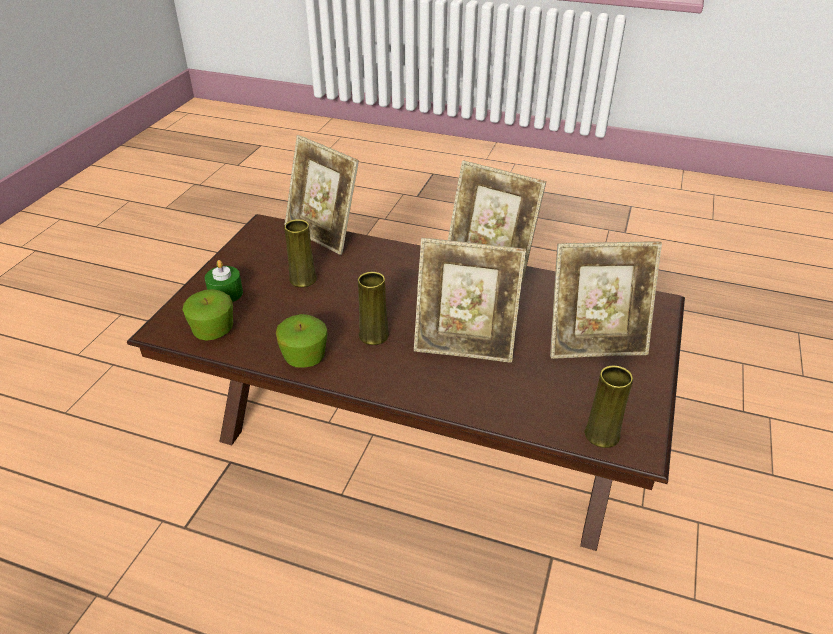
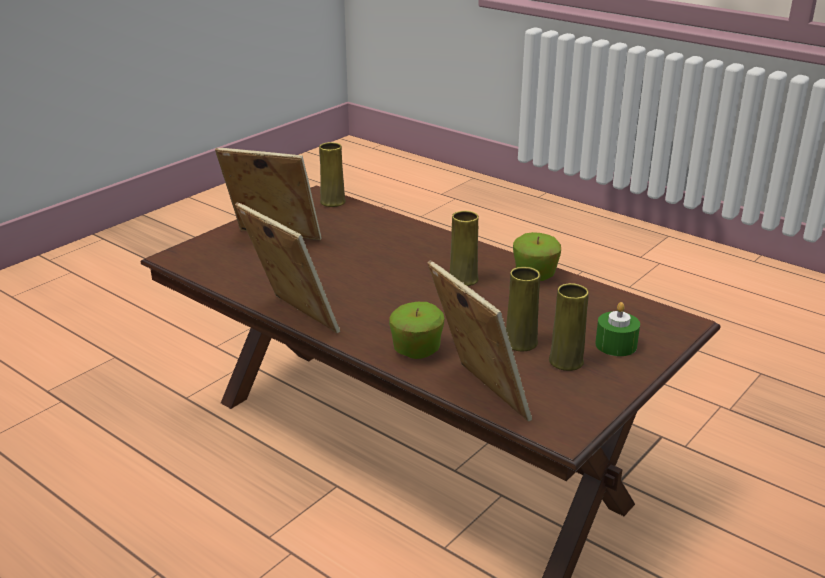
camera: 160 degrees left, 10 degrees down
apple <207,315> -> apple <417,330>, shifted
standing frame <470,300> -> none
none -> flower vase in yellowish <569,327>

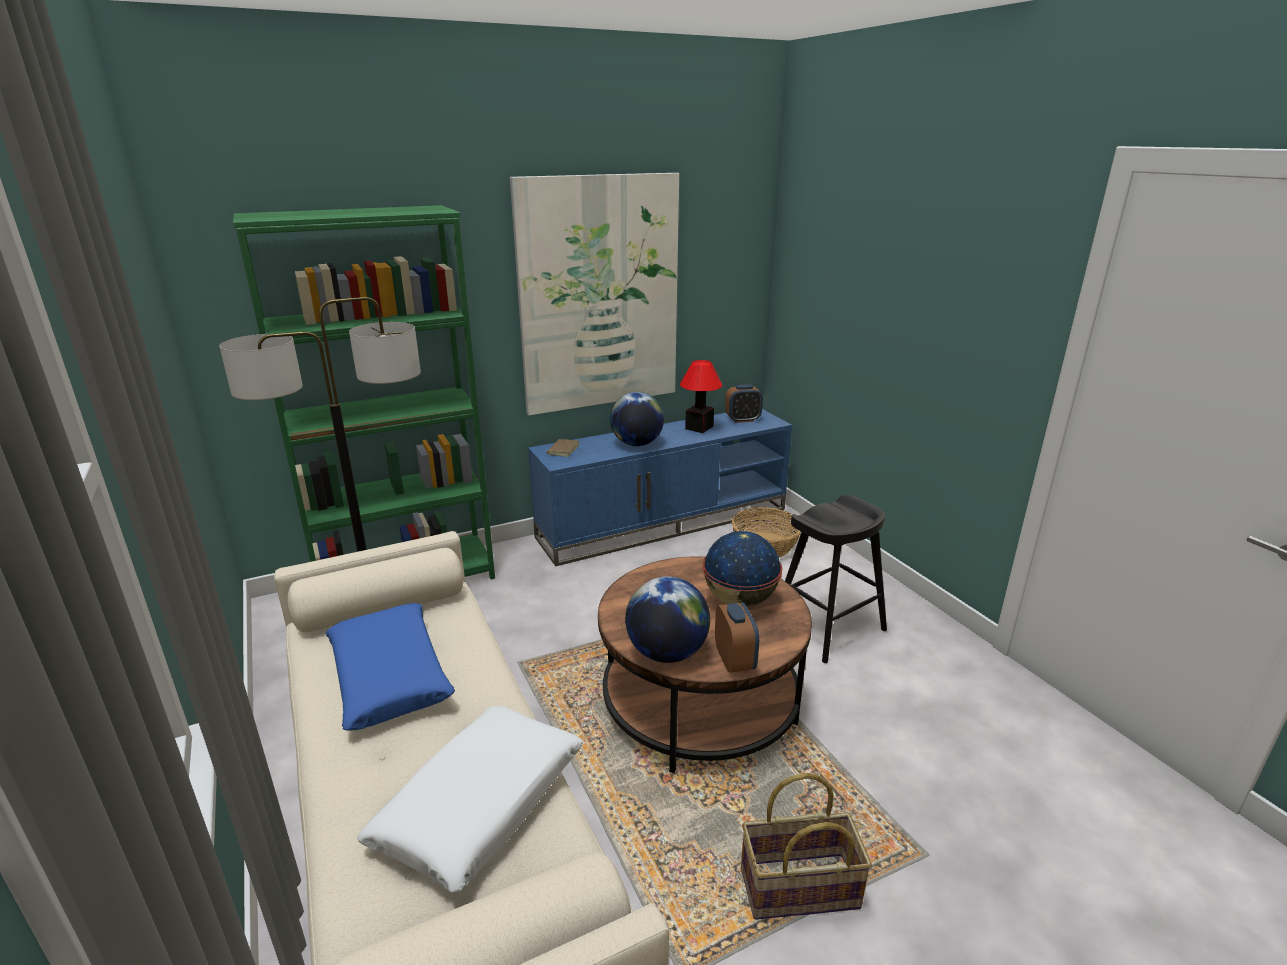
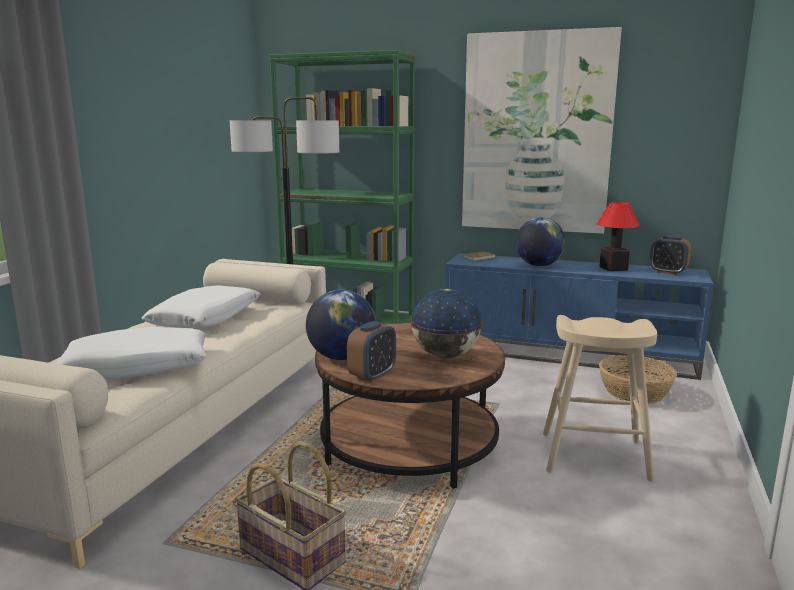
camera: 45 degrees right, 10 degrees down
cushion in blue <390,667> -> cushion in white-coloured <201,306>
sitting stool in black <836,579> -> sitting stool in beige-coloured <600,398>

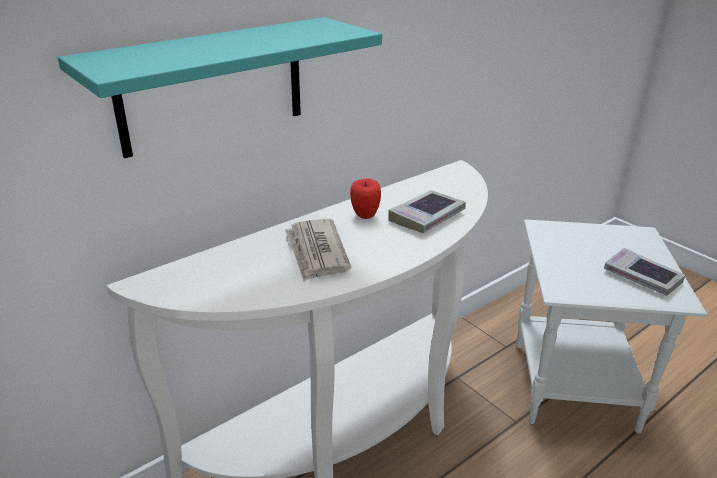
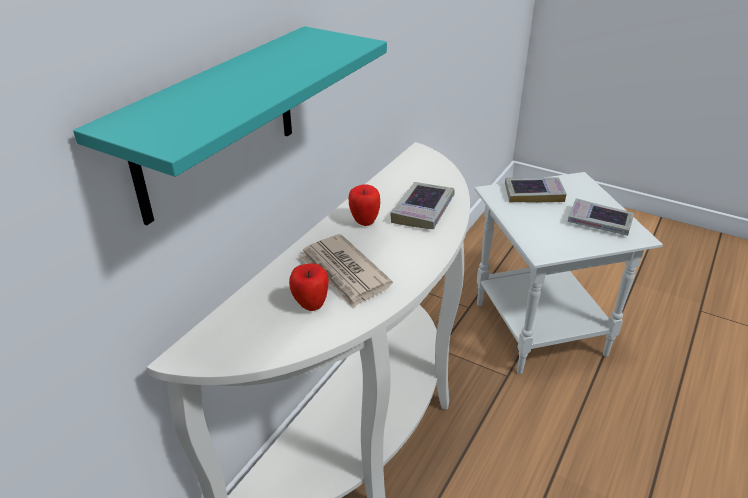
camera: 20 degrees left, 5 degrees up
none -> apple <309,287>
none -> book <536,190>

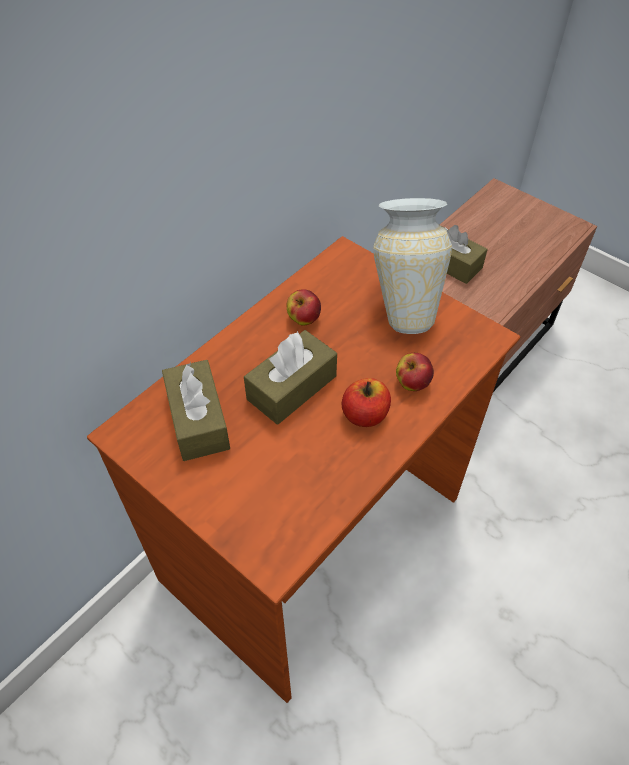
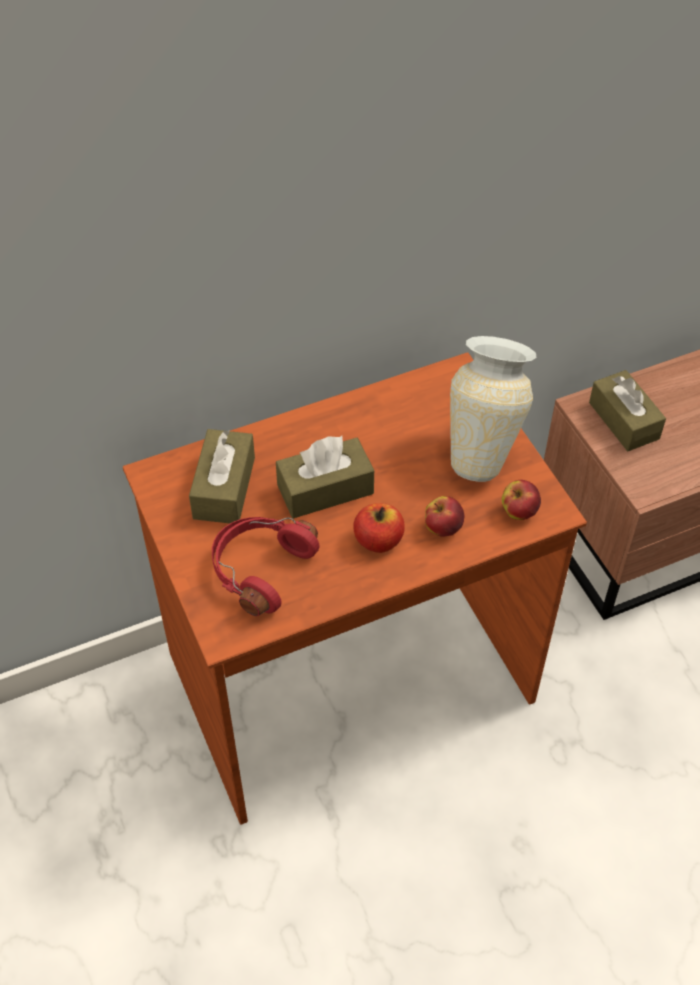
camera: 25 degrees right, 0 degrees up
apple <304,307> -> apple <521,500>, shifted
none -> headset in red <265,566>

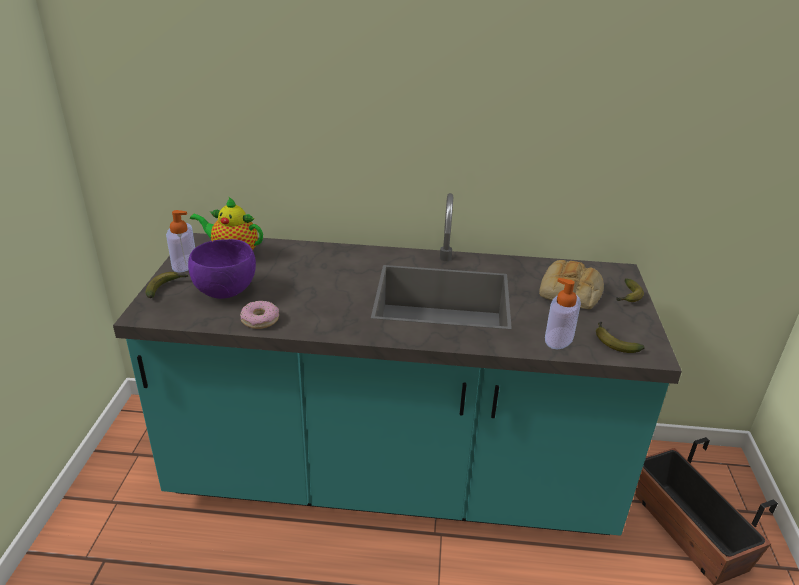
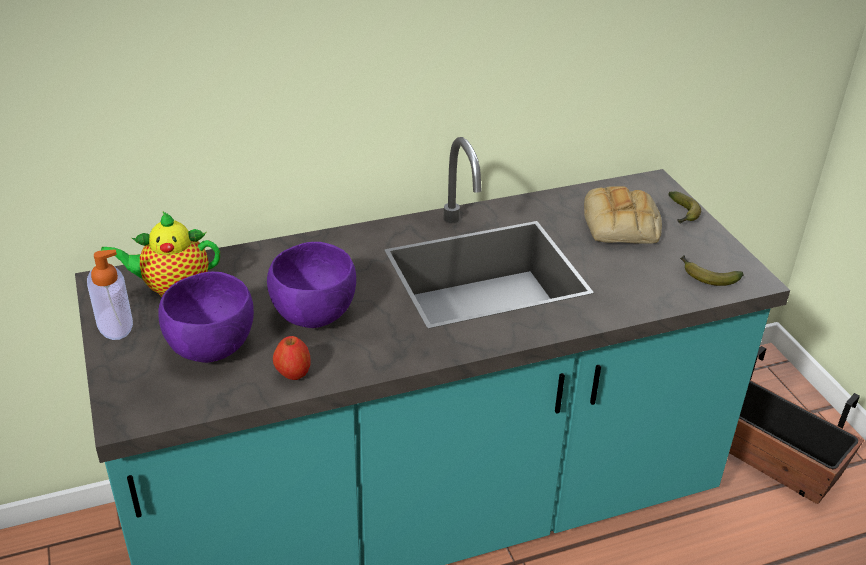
camera: 25 degrees left, 5 degrees up
whole banana <166,285> -> none
doughnut <259,315> -> apple <291,358>
liquid soap bottle <563,313> -> none
none -> serving bowl in purple-coloured <311,285>

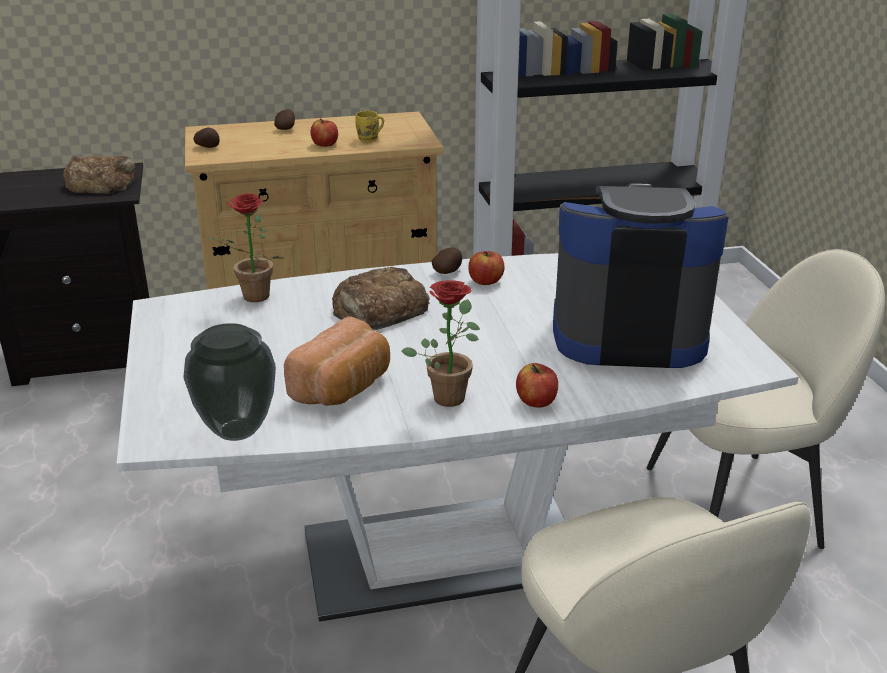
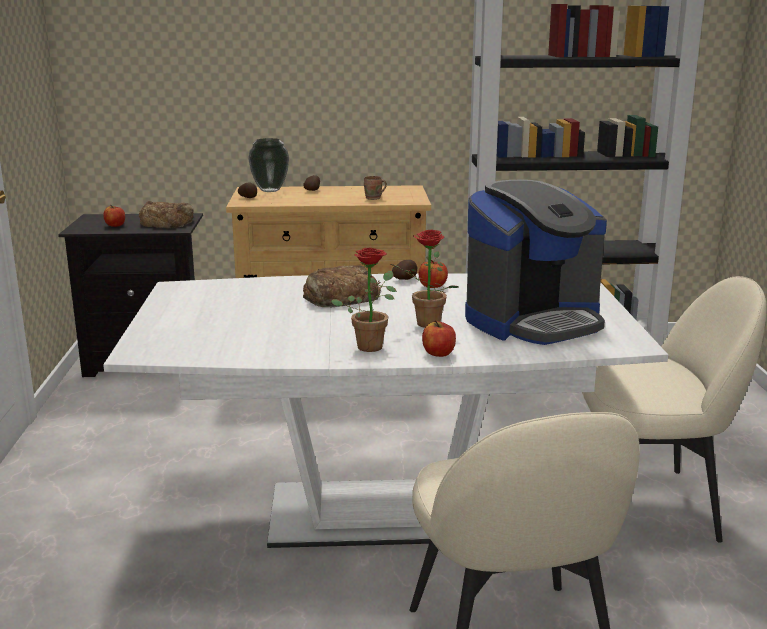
camera: 10 degrees right, 10 degrees down
flower vase <230,382> -> flower vase <268,165>, shifted
potted plant <243,247> -> potted plant <425,279>, shifted
baked bread <337,361> -> none
apple <324,133> -> apple <114,216>, shifted
tea mug in yellowish <369,126> -> tea mug in brownish <375,188>
coffee machine <641,275> -> coffee machine <536,262>, 135 degrees clockwise

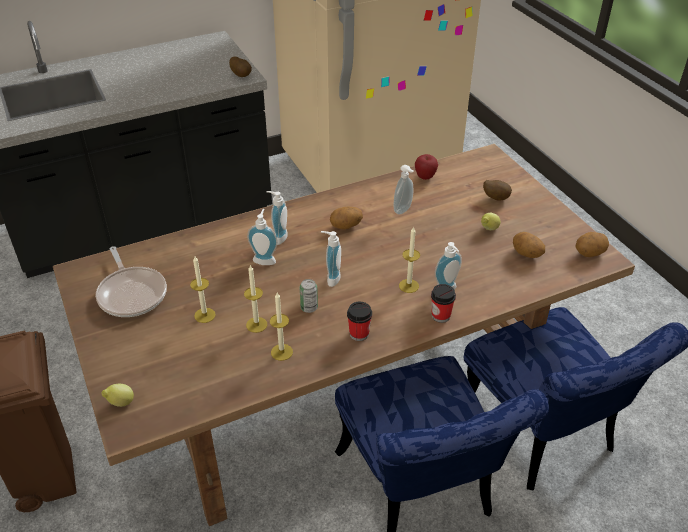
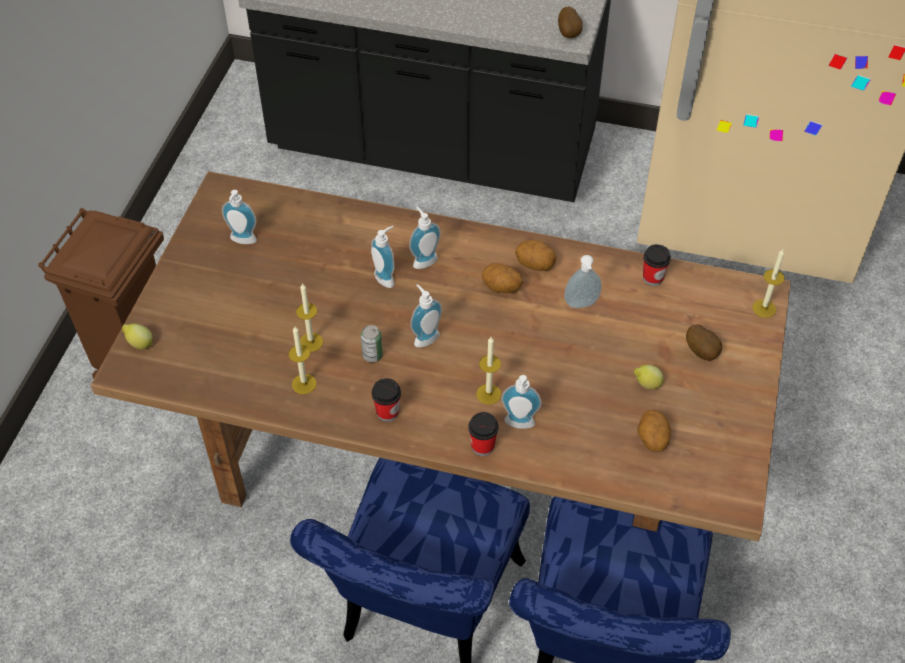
camera: 40 degrees right, 10 degrees up
frying pan <131,281> -> liquid soap bottle <239,217>
candle <203,289> -> candle <768,283>, shifted
apple <426,167> -> cup <657,265>
spud <592,244> -> spud <536,255>, shifted

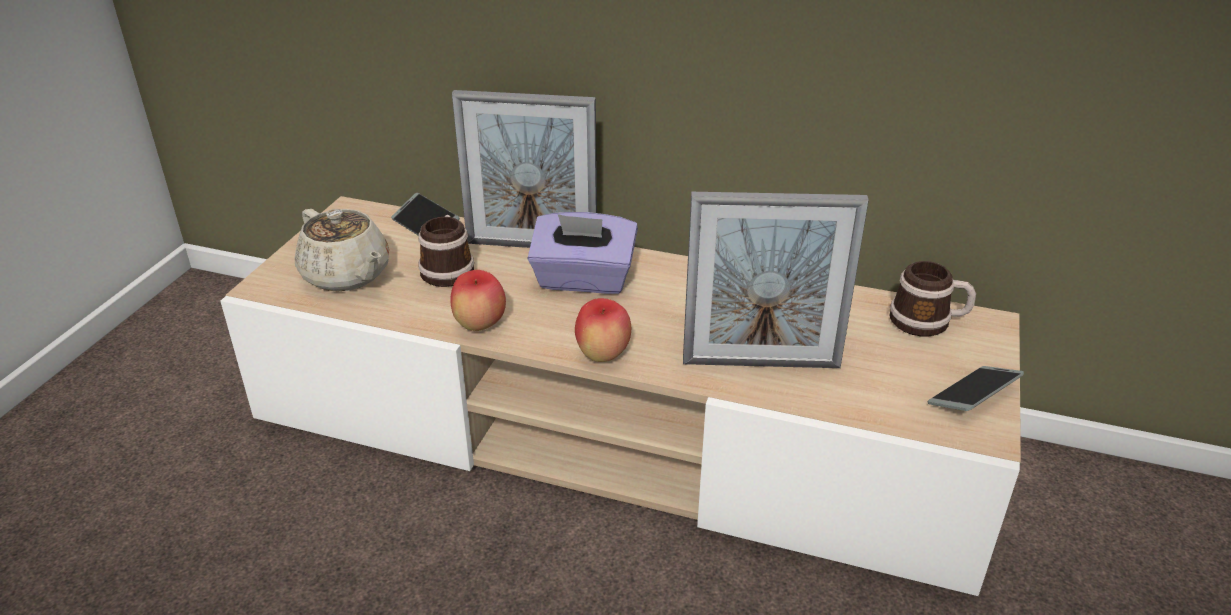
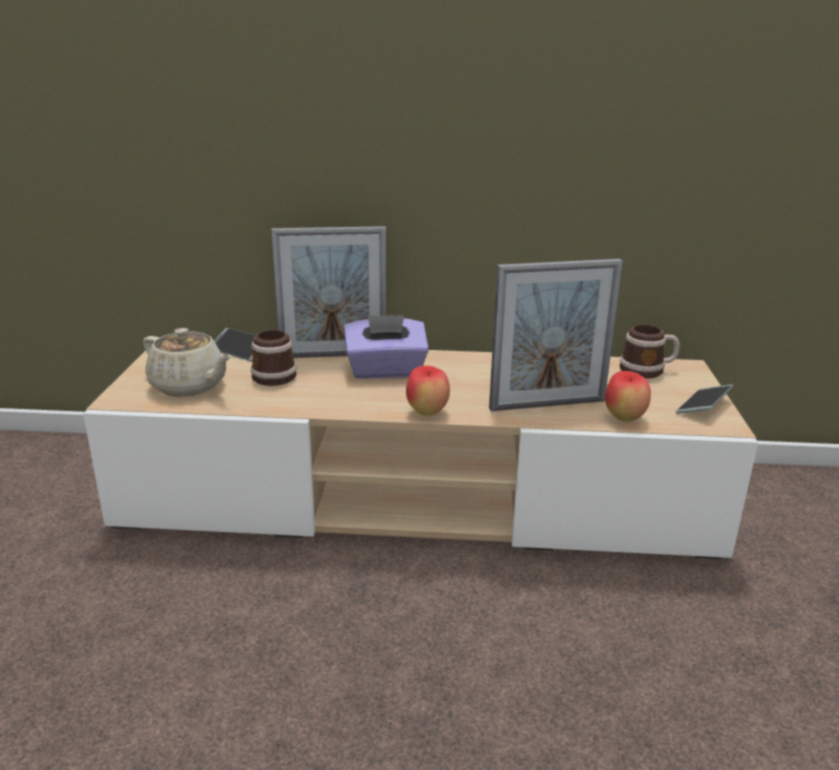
camera: 15 degrees left, 10 degrees down
apple <478,300> -> apple <628,396>, shifted

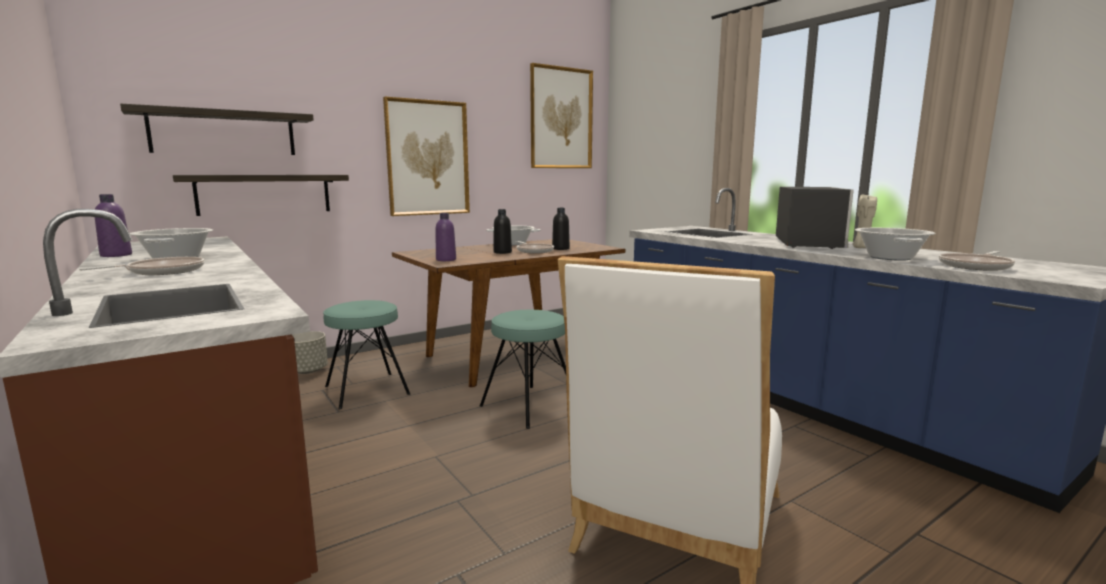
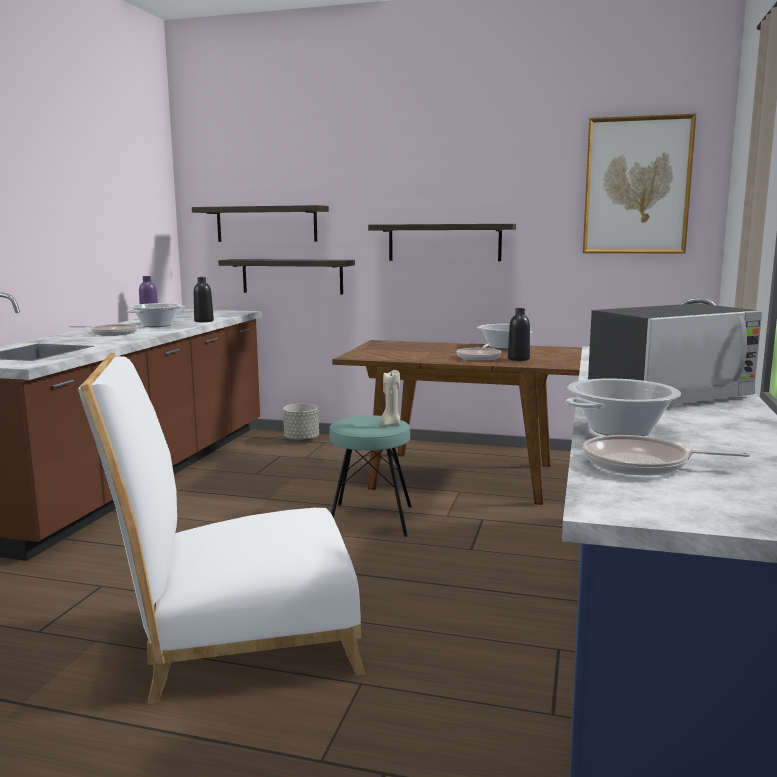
camera: 50 degrees right, 0 degrees up
sitting stool in blue-green <366,354> -> none
wall art <426,156> -> shelf <442,242>
beverage bottle in purple-coloured <445,237> -> none
beverage bottle in black <502,231> -> beverage bottle in black <204,299>, shifted
candle in beige-coloured <864,221> -> candle in beige-coloured <390,397>, shifted

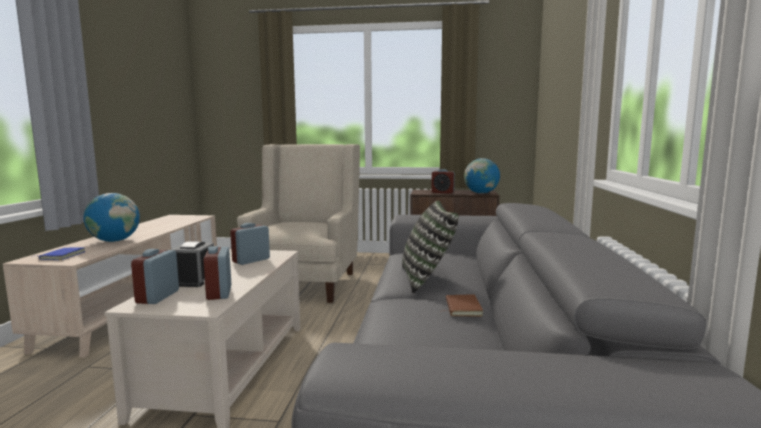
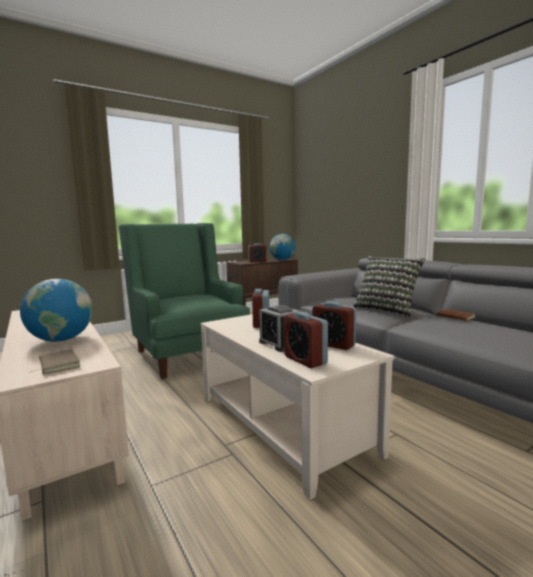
camera: 40 degrees left, 0 degrees up
book in blue <60,253> -> book in brownish <55,362>
lounge chair in beige-coloured <298,223> -> lounge chair in green-coloured <184,301>

